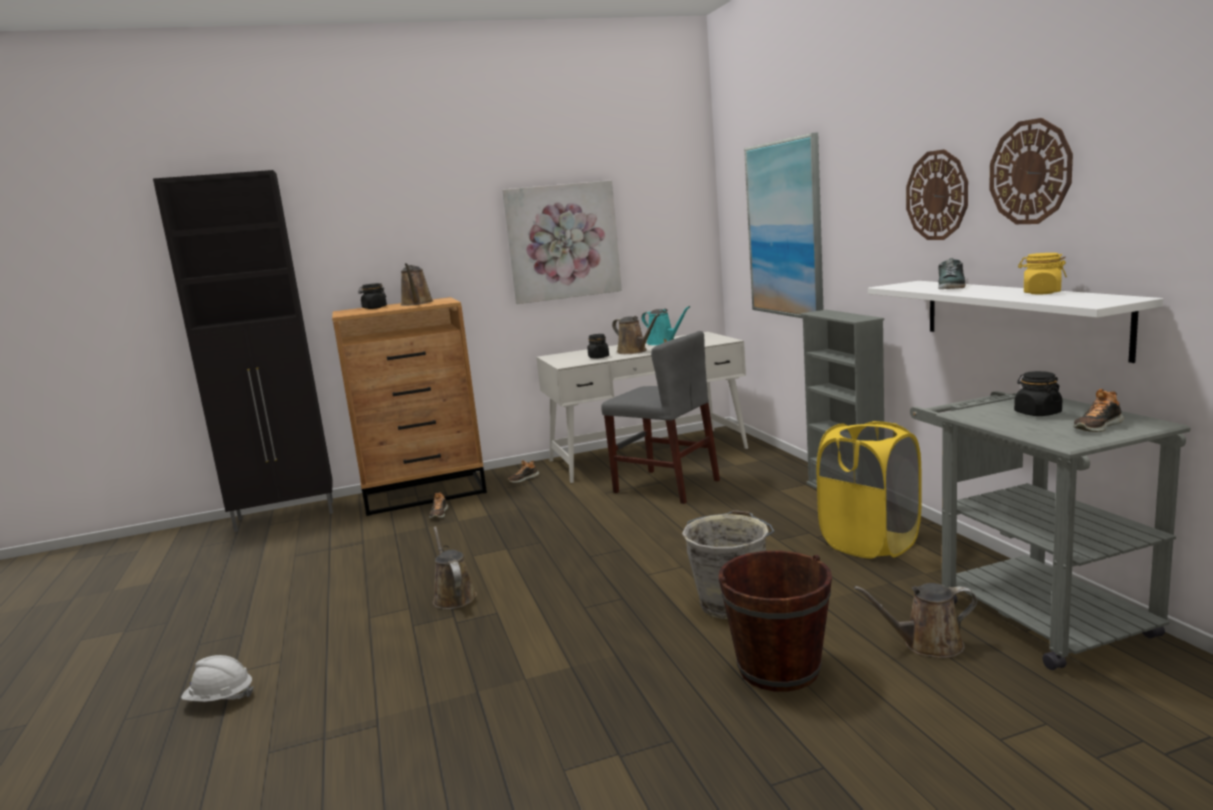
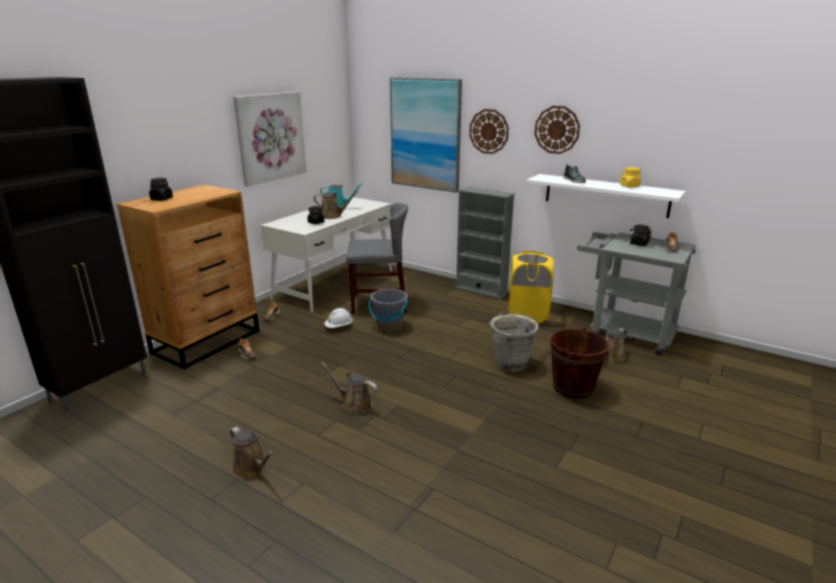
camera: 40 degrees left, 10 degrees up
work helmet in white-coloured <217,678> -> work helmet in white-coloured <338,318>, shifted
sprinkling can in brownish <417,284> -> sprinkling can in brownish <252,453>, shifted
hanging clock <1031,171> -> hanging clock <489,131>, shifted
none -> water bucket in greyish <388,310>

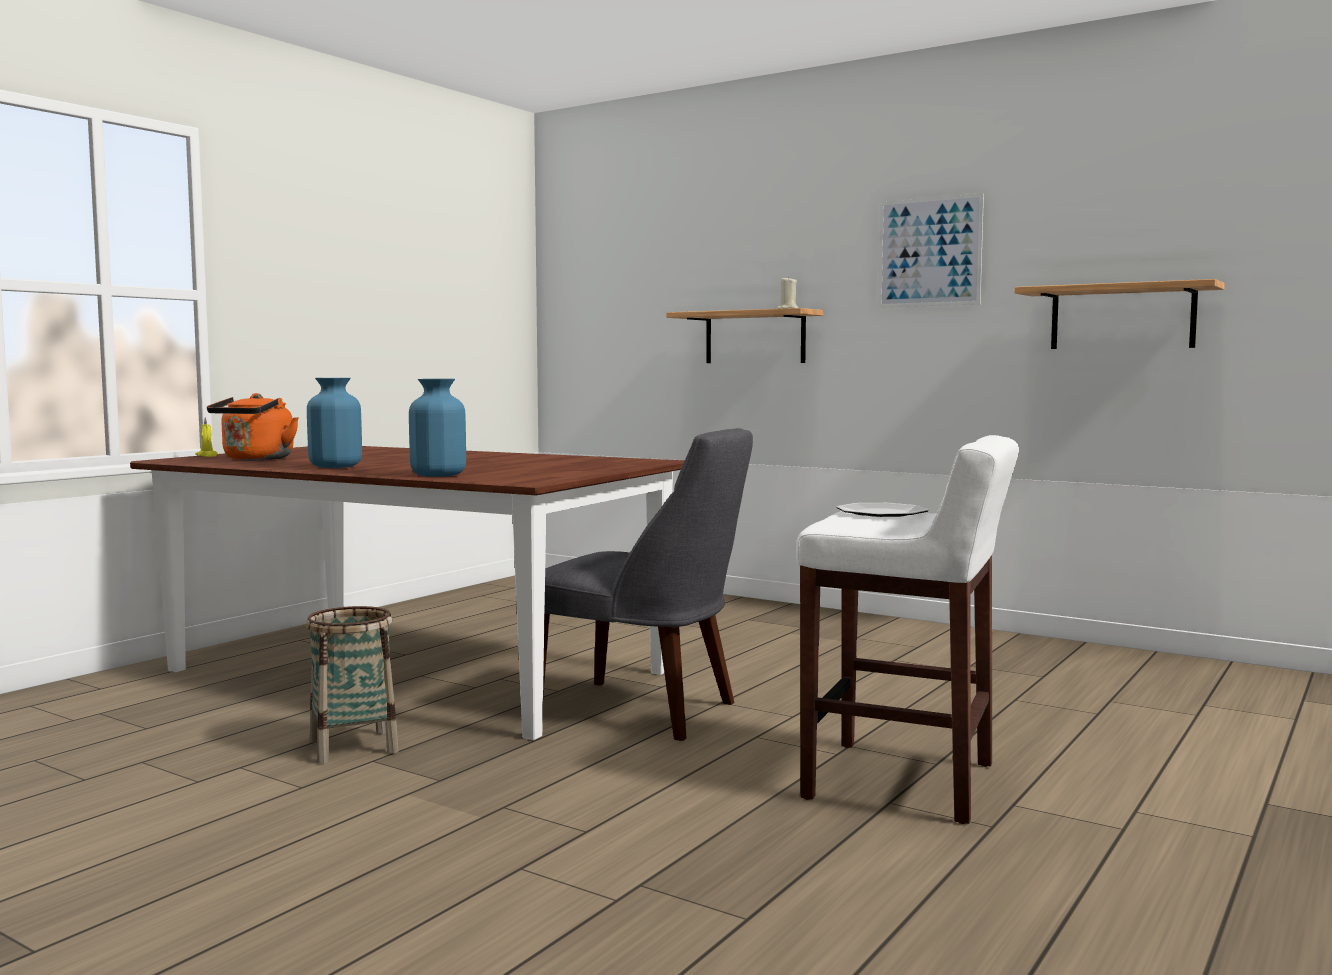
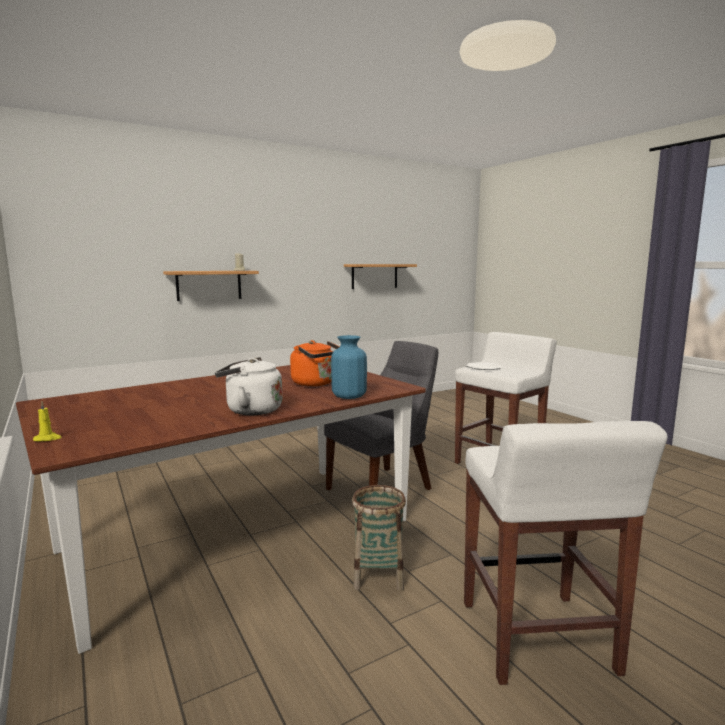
camera: 65 degrees left, 5 degrees up
tea kettle in orange-coloured <253,426> -> tea kettle in orange-coloured <314,363>, shifted
flower vase in blue <334,423> -> tea kettle in white-coloured <248,386>
wall art <931,250> -> none
none -> sitting stool in white-coloured <566,553>

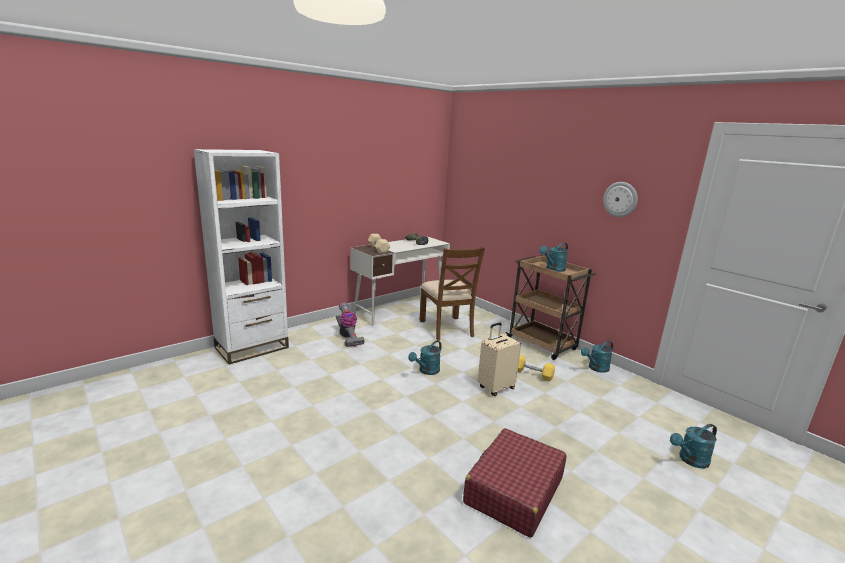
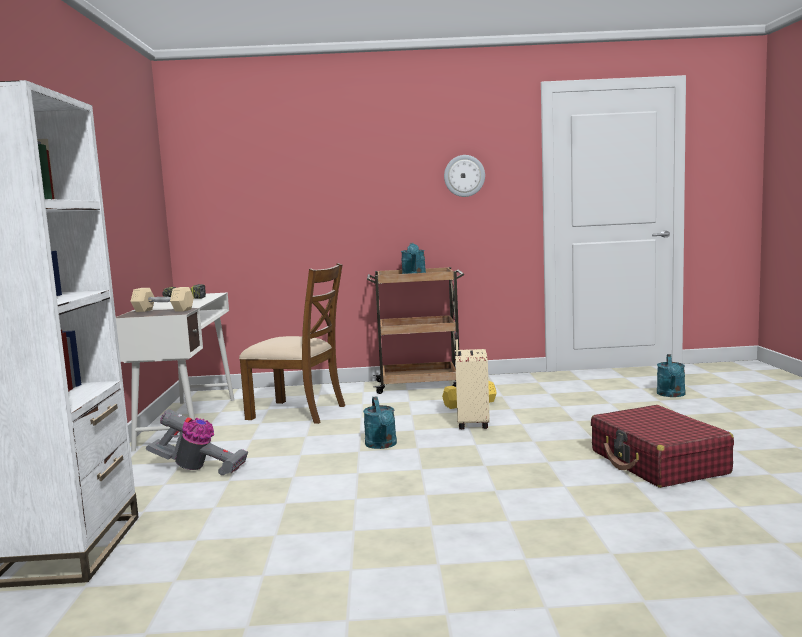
camera: 50 degrees left, 10 degrees down
sprinkling can in blue-green <597,357> -> none

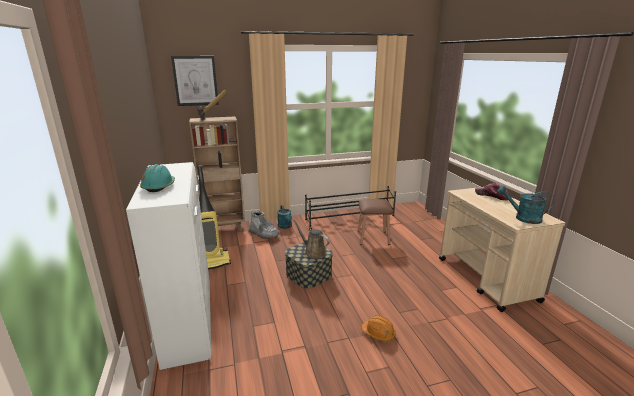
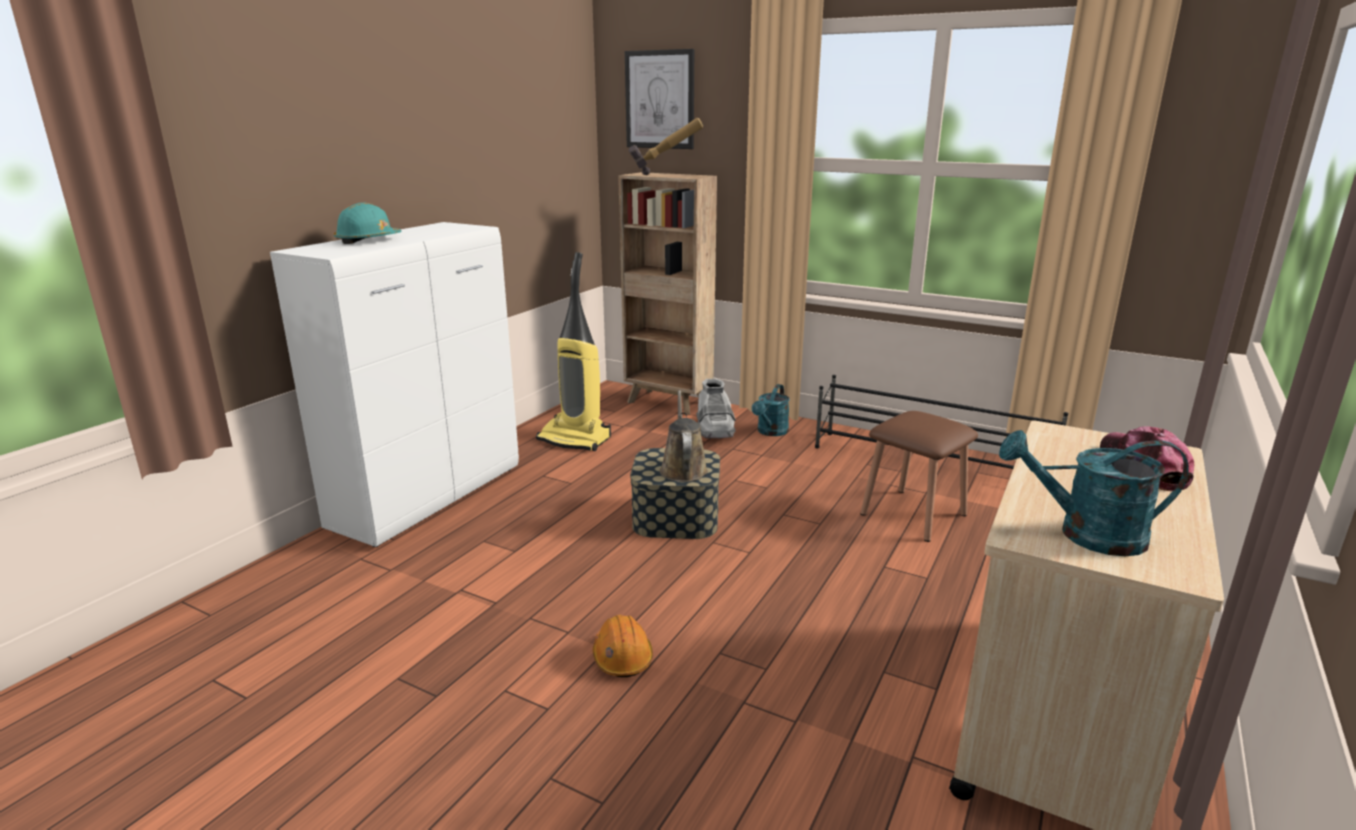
camera: 45 degrees right, 0 degrees up
sprinkling can in blue-green <525,205> -> sprinkling can in blue-green <1094,493>, 60 degrees counterclockwise

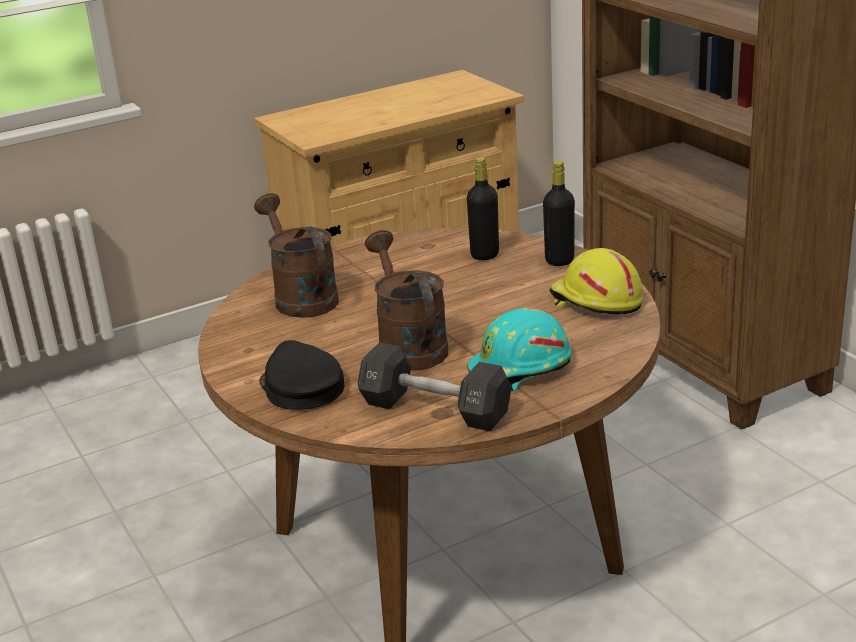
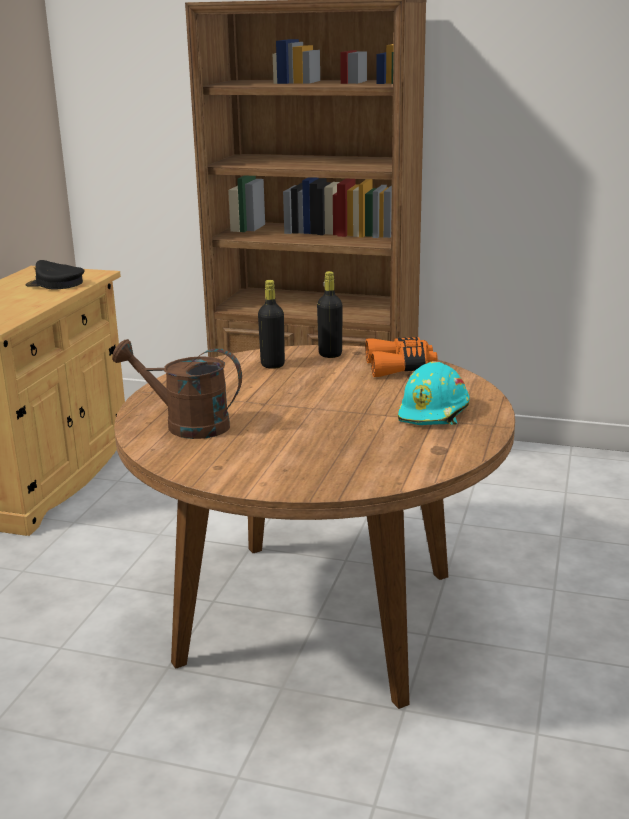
camera: 45 degrees left, 5 degrees down
cap in black <301,375> -> cap in black <55,275>, shifted
hand weight in black <434,386> -> none
sprinkling can in brownish <406,300> -> none
work helmet in yellowish <596,281> -> pair of binoculars in orange-coloured <401,357>

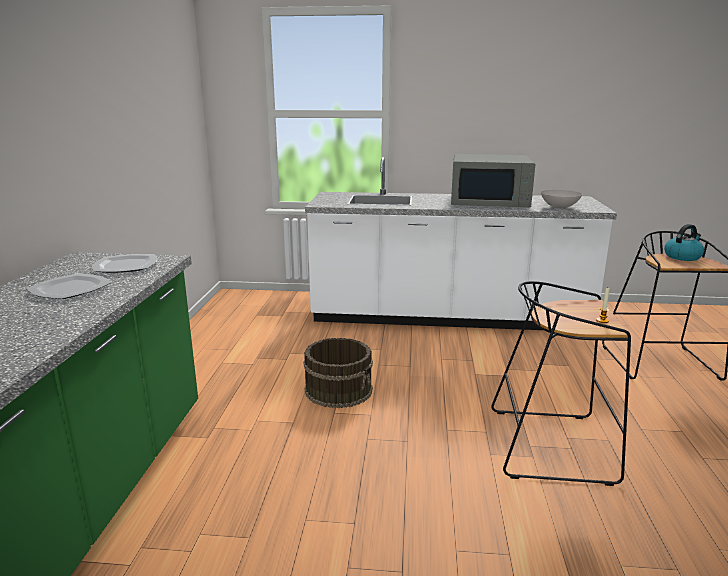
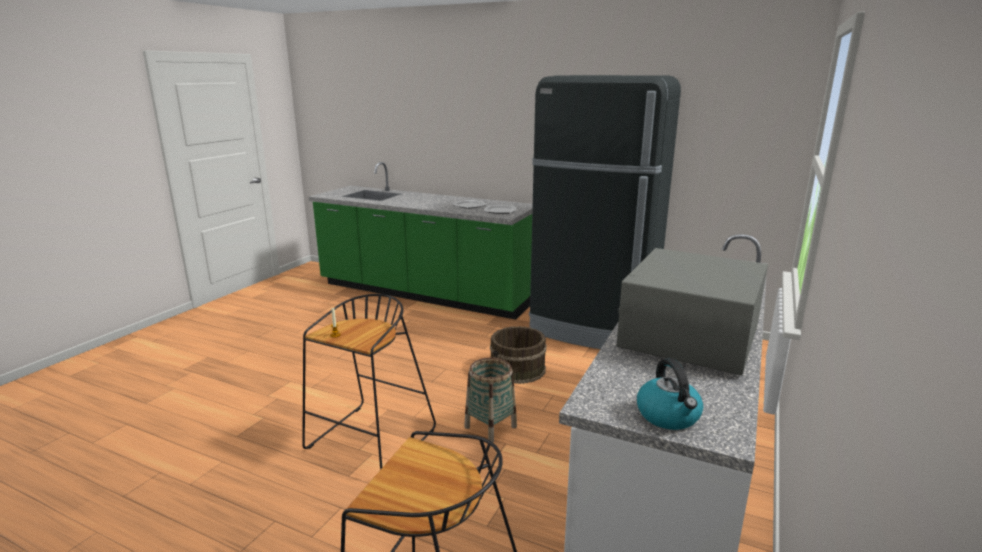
camera: 110 degrees right, 0 degrees up
serving bowl in white-coloured <561,199> -> none
tea kettle <684,242> -> tea kettle <670,394>, shifted
none -> household basket <490,400>
none -> kitchen fridge in black <605,212>

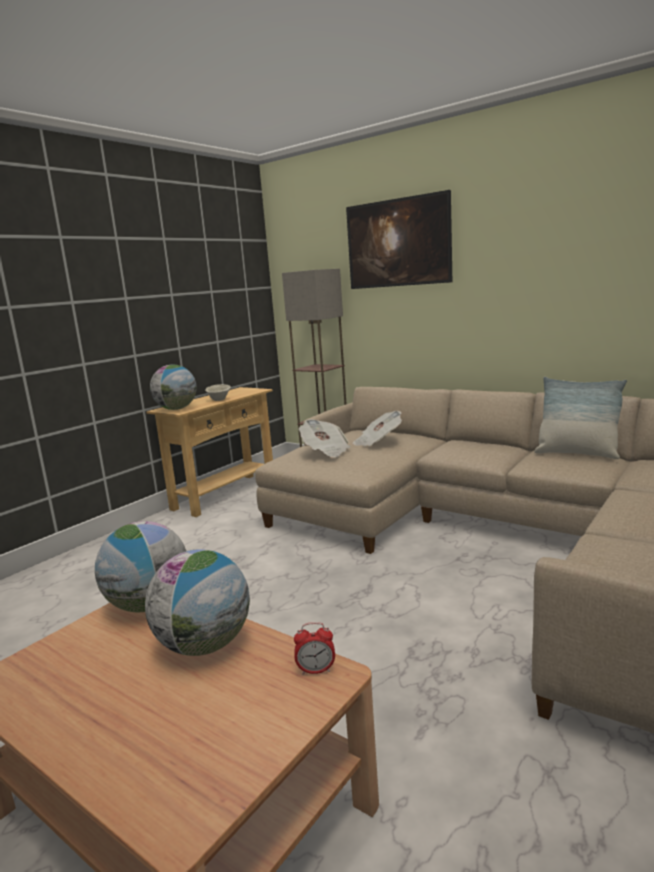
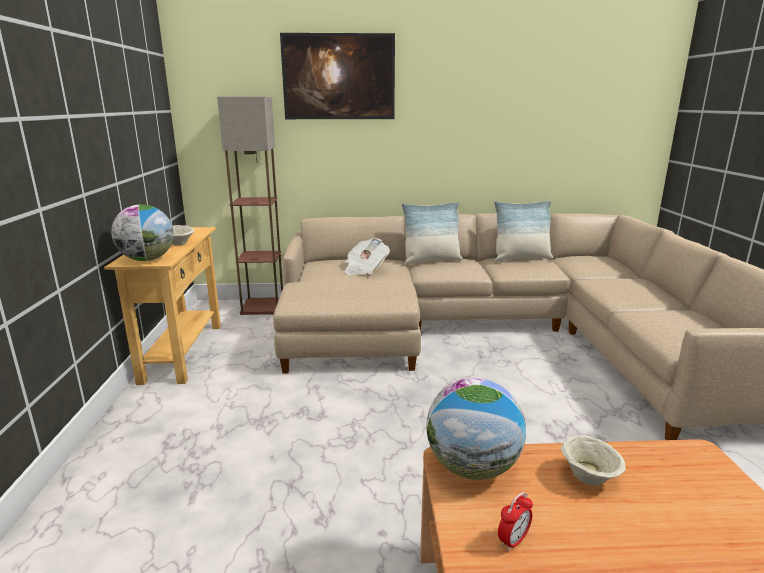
camera: 40 degrees left, 5 degrees up
desk globe <197,602> -> serving bowl in beige-coloured <593,460>
bedside clock <314,648> -> bedside clock <515,521>, shifted
printed paper <325,438> -> none
none -> cushion <432,233>

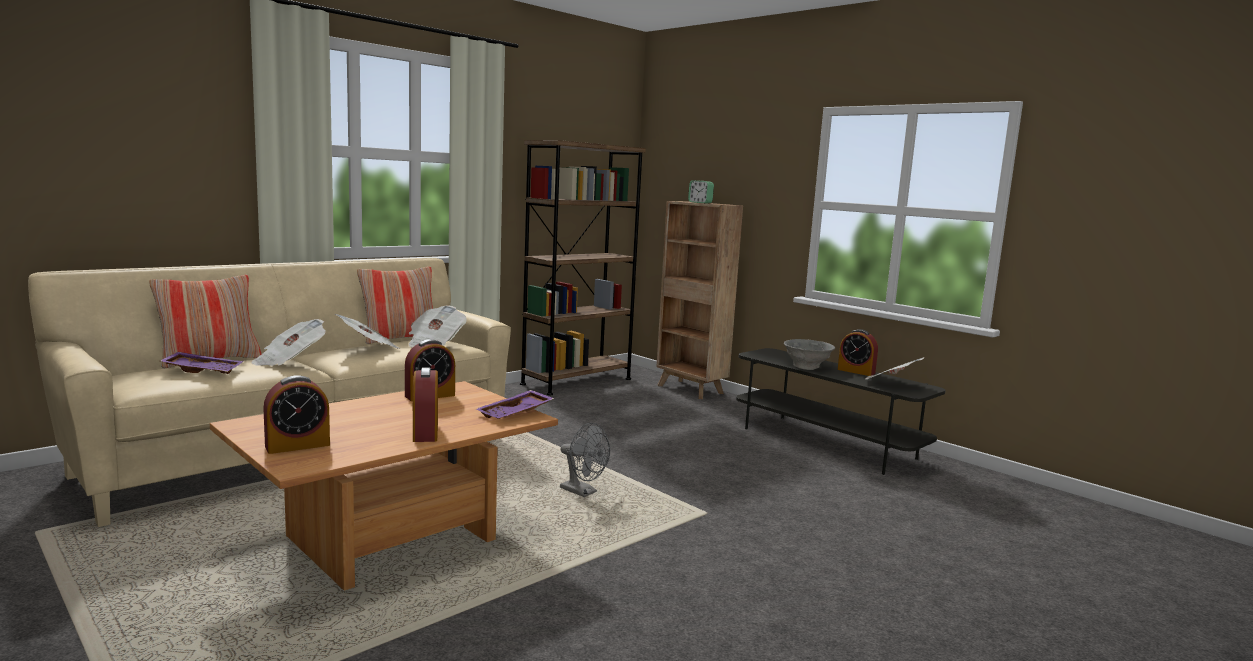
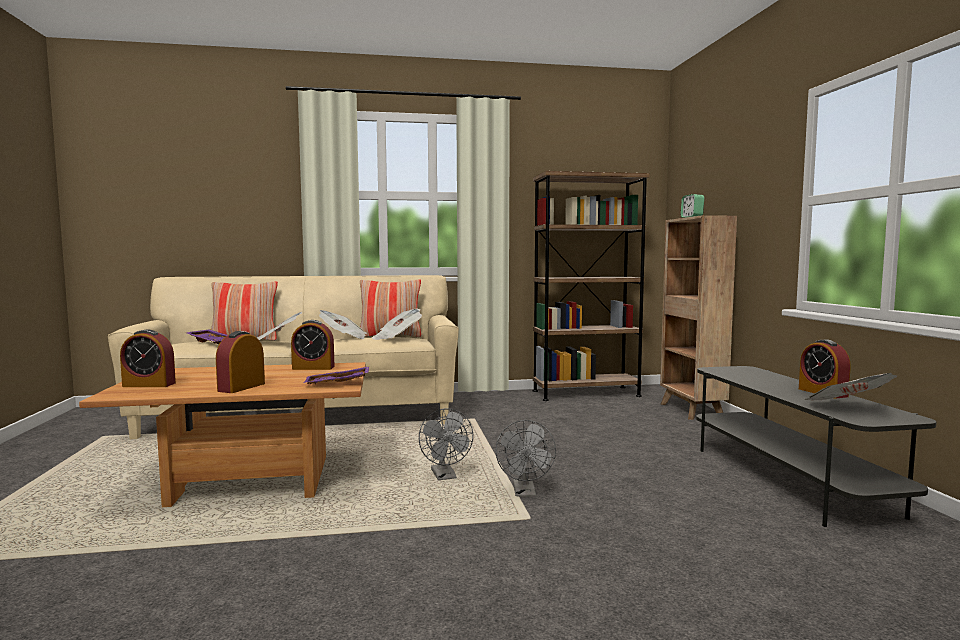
camera: 35 degrees right, 5 degrees down
serving bowl in greyish <809,354> -> none
none -> fan in greyish <526,458>

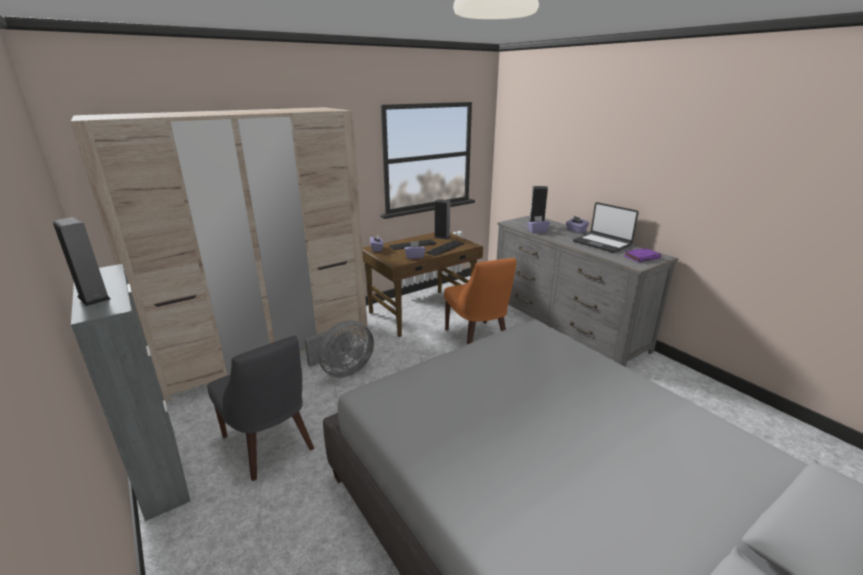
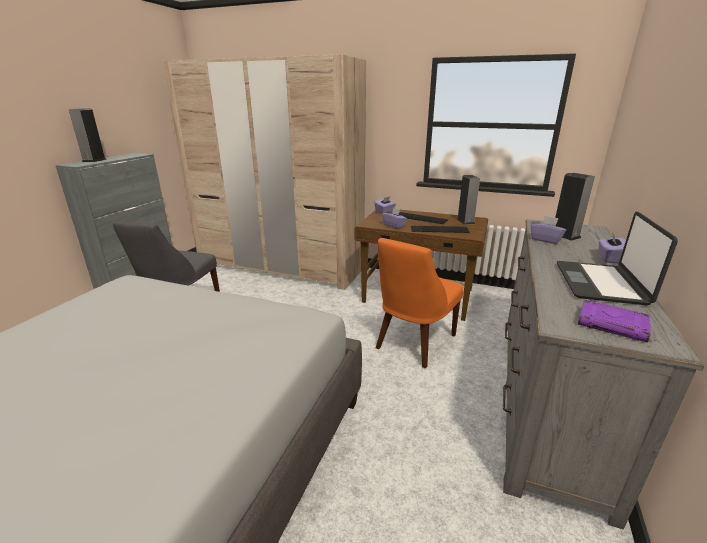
camera: 55 degrees right, 0 degrees up
fan in greyish <339,349> -> none

